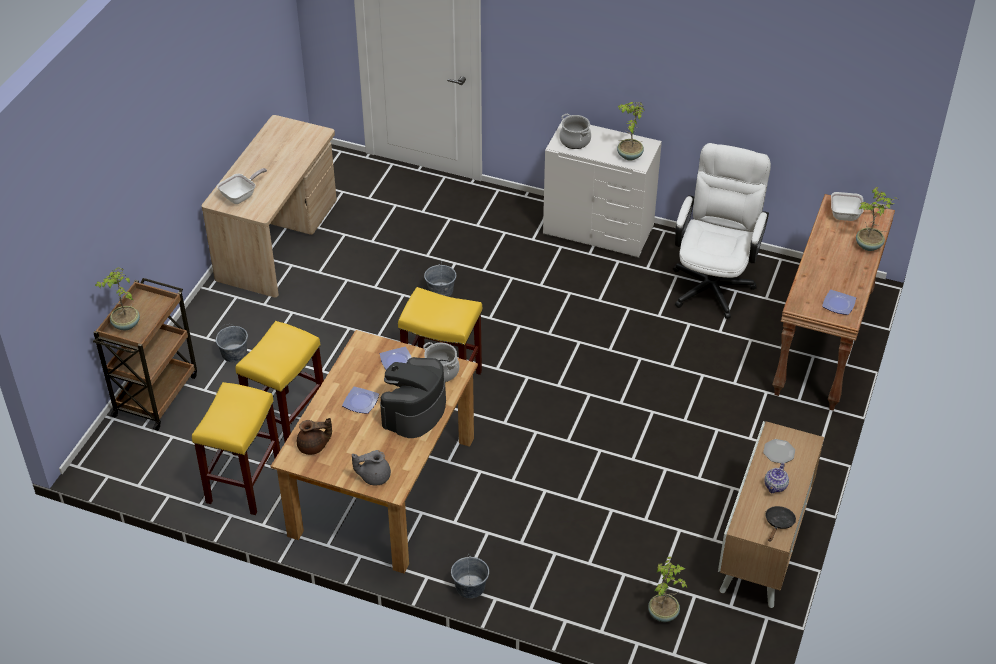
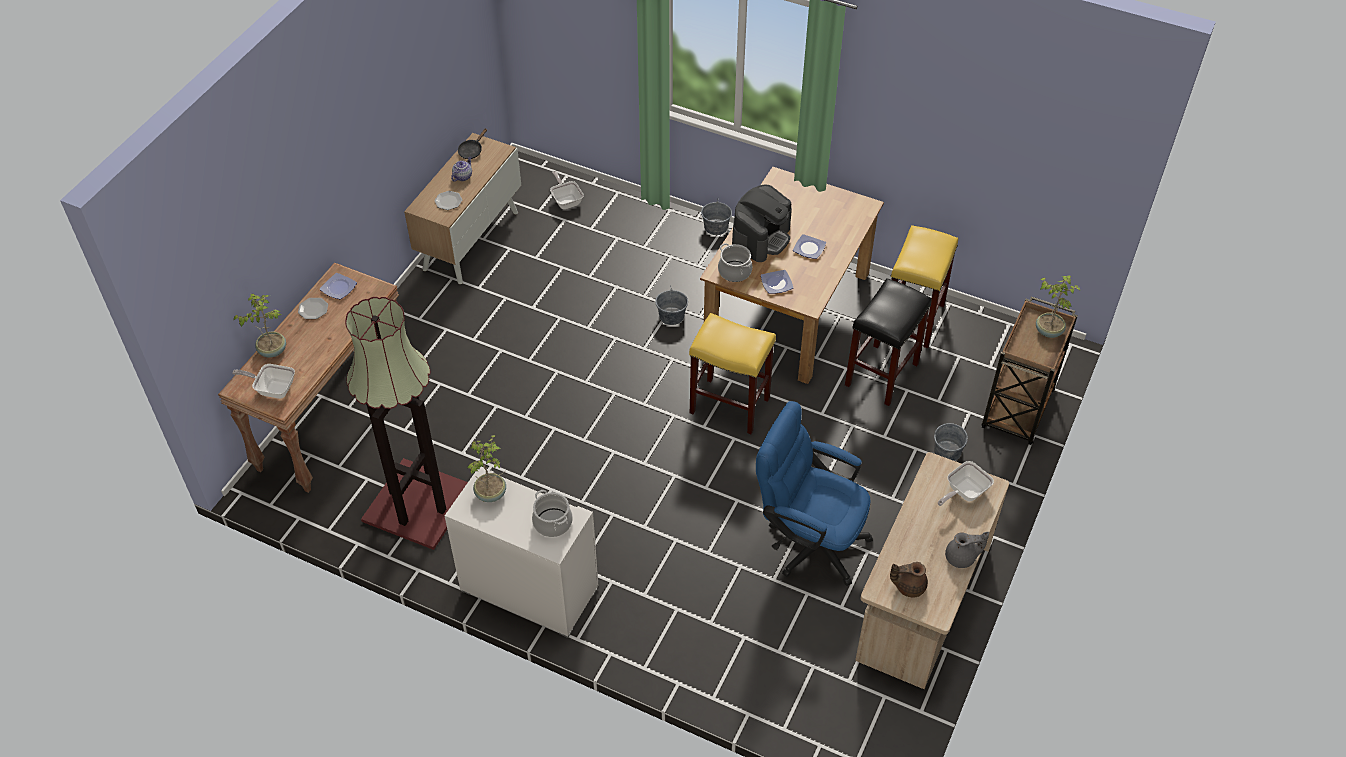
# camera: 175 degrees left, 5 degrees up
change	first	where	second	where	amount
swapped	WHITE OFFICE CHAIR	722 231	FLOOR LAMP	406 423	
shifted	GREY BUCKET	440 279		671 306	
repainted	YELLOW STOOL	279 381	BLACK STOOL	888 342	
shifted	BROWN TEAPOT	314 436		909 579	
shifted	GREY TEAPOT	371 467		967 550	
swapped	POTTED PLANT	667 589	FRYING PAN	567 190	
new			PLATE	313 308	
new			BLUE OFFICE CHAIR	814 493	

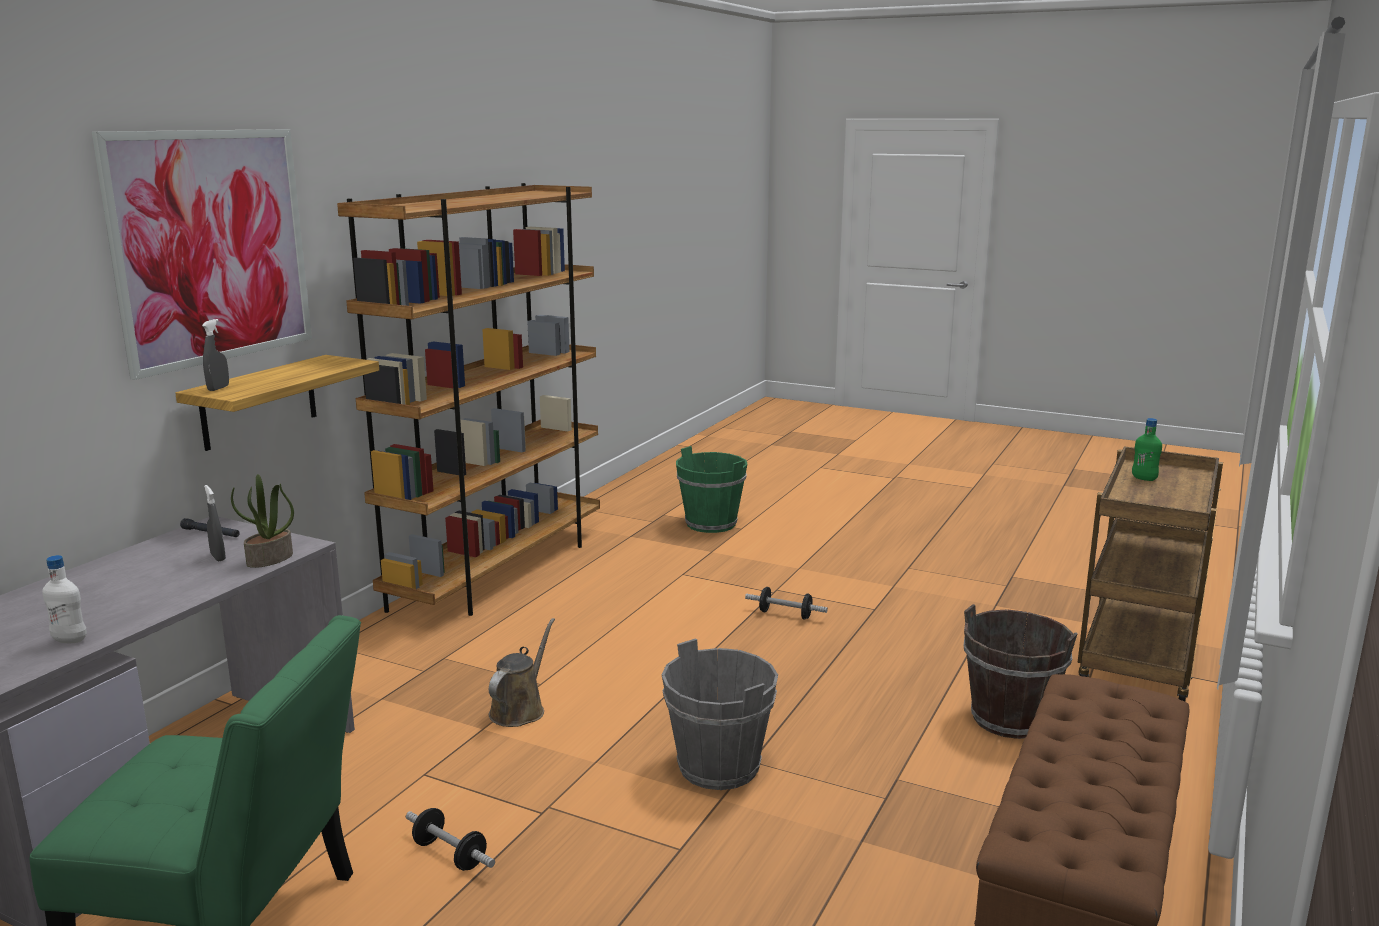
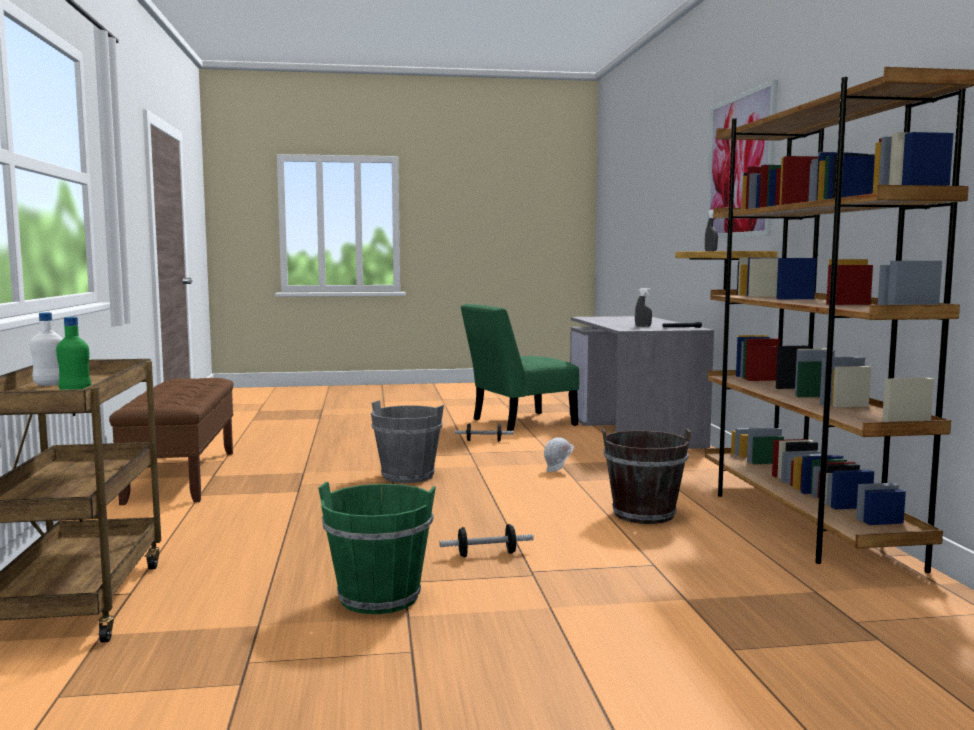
# camera: 145 degrees right, 10 degrees down
change	first	where	second	where	amount
shifted	GREEN BUCKET	711 489		377 548	
gone	POTTED PLANT	262 521			
shifted	WHITE BOTTLE	64 599		46 349	
shifted	BROWN BUCKET	1021 671		646 476	
swapped	BROWN WATERING CAN	522 672	WHITE HARD HAT	559 454	

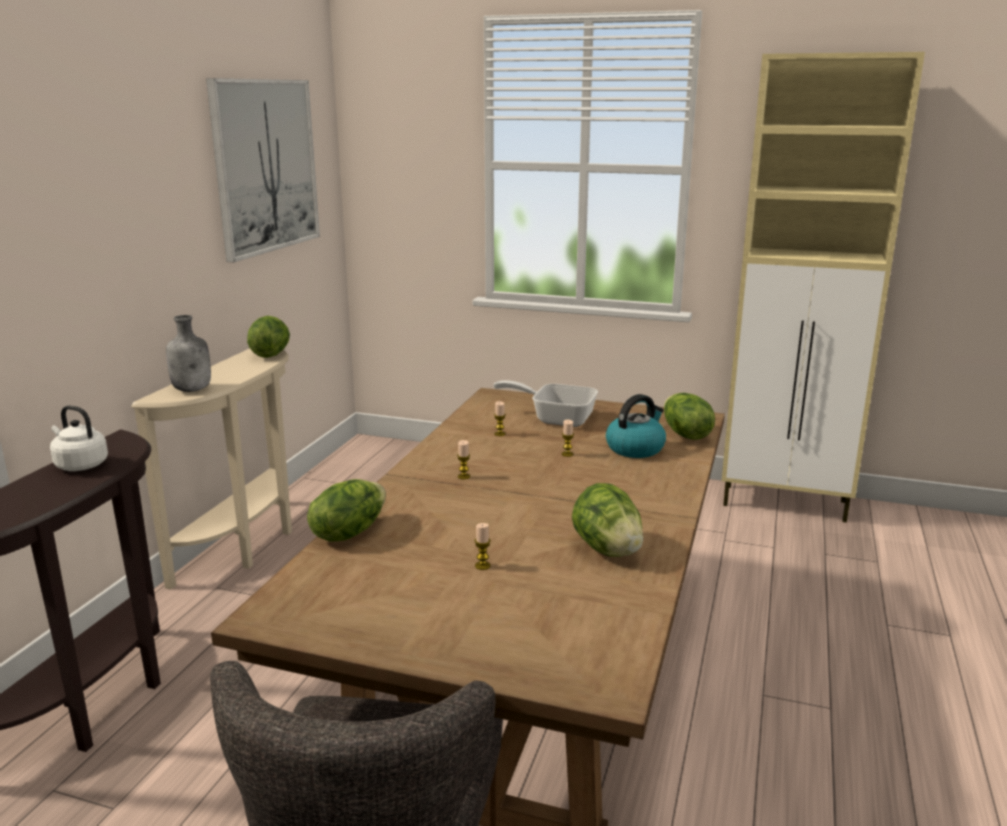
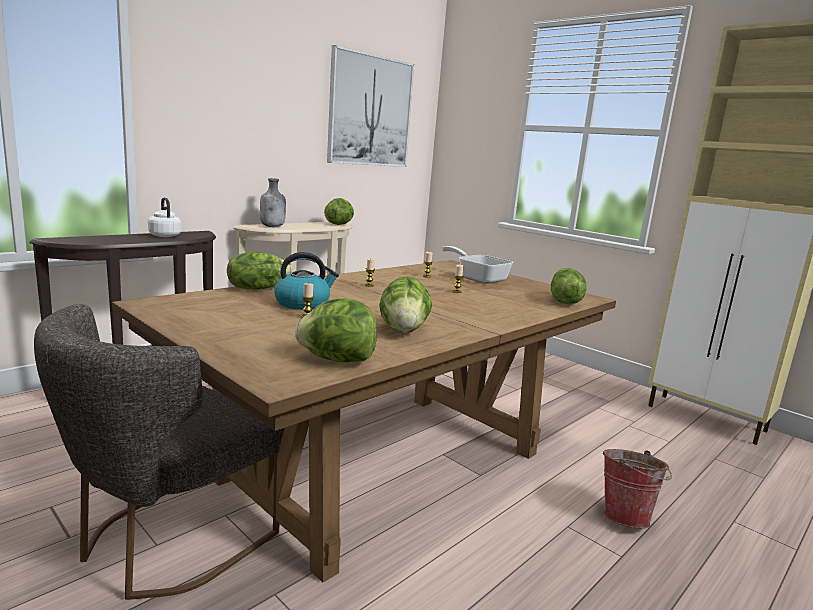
# camera: 25 degrees right, 5 degrees down
change	first	where	second	where	amount
shifted	KETTLE	636 426		306 281	
new			LETTUCE	336 330	
new			BUCKET	637 489	

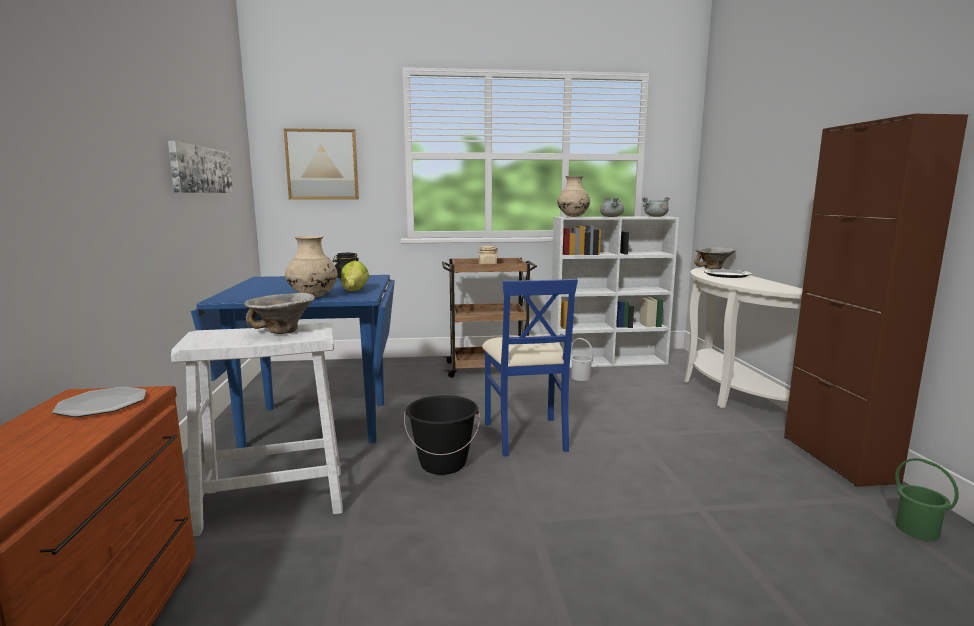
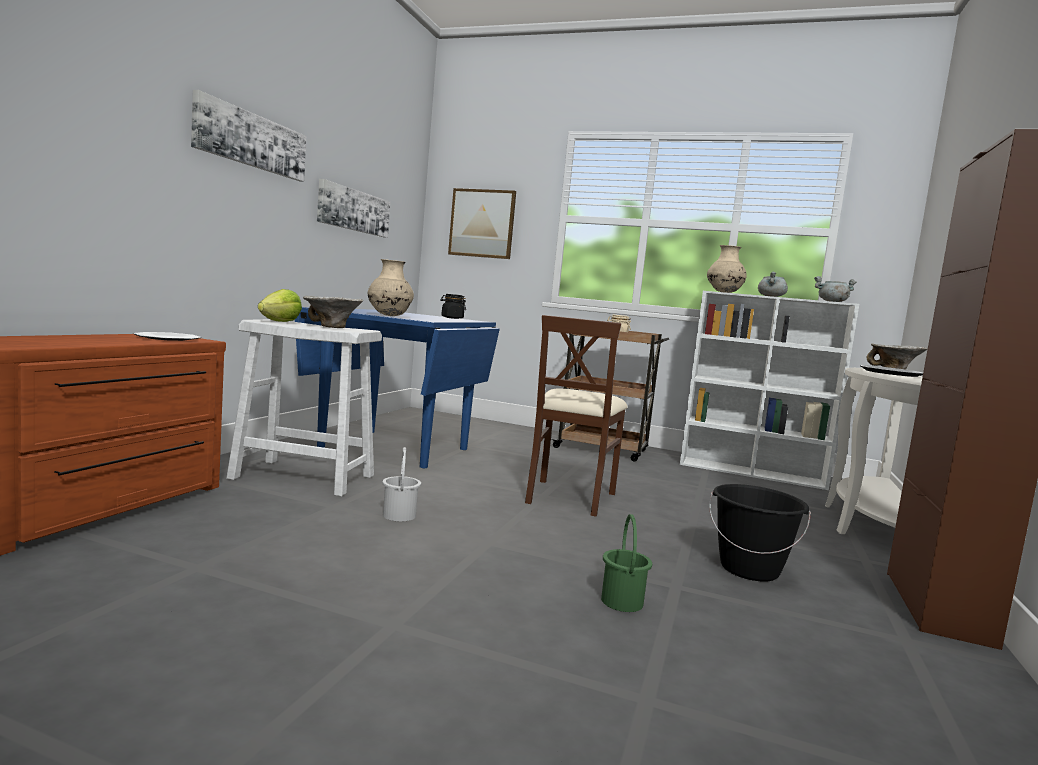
# camera: 25 degrees right, 5 degrees down
change	first	where	second	where	amount
shifted	LETTUCE	355 276		280 305	
repainted	BLUE CHAIR	530 368	BROWN CHAIR	576 416	
shifted	WHITE BUCKET	581 359		401 484	
shifted	BLACK BUCKET	442 435		760 533	
shifted	GREEN BUCKET	927 499		626 563	
new			PICTURE	248 136	

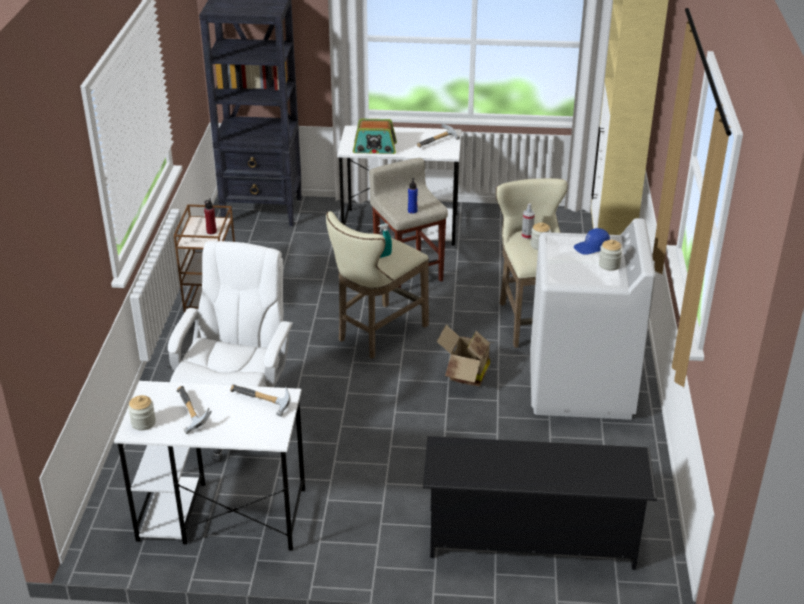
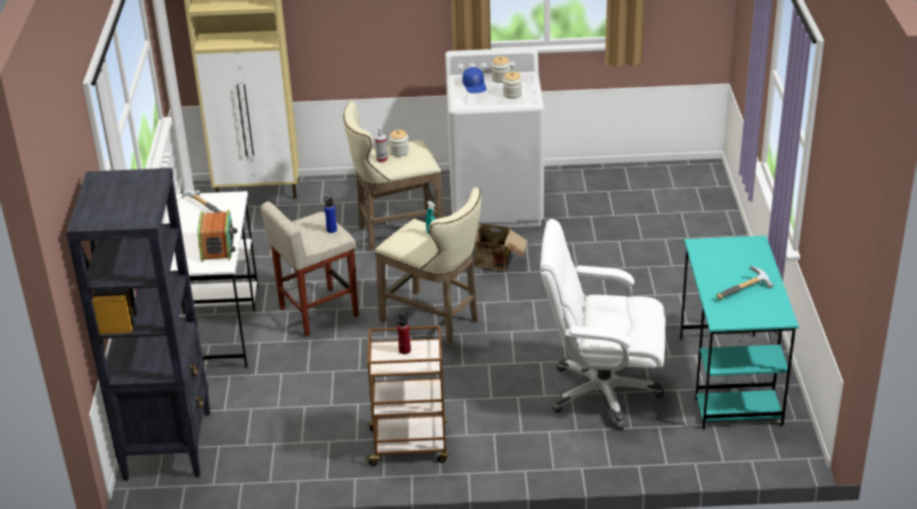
# camera: 95 degrees left, 0 degrees up
change	first	where	second	where	amount
repainted	WHITE DESK	209 466	TURQUOISE DESK	739 333	
gone	HAMMER	260 401			
shifted	JAR	142 413		512 85	
gone	BLACK SHOE RACK	540 503			

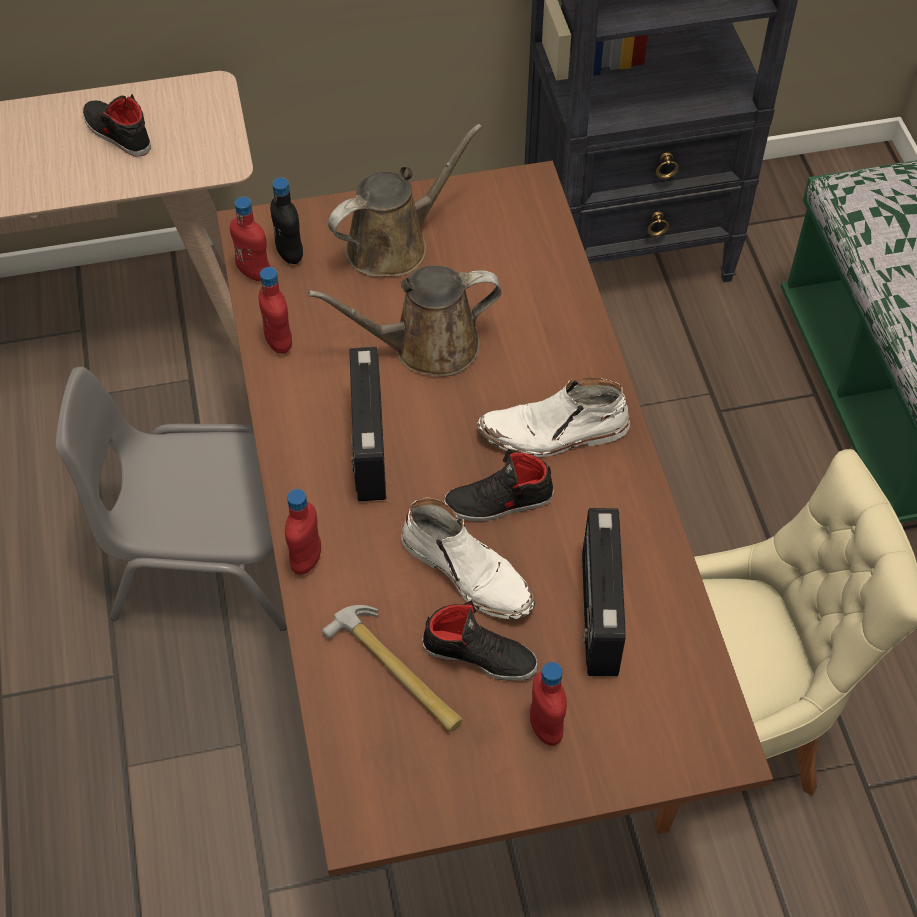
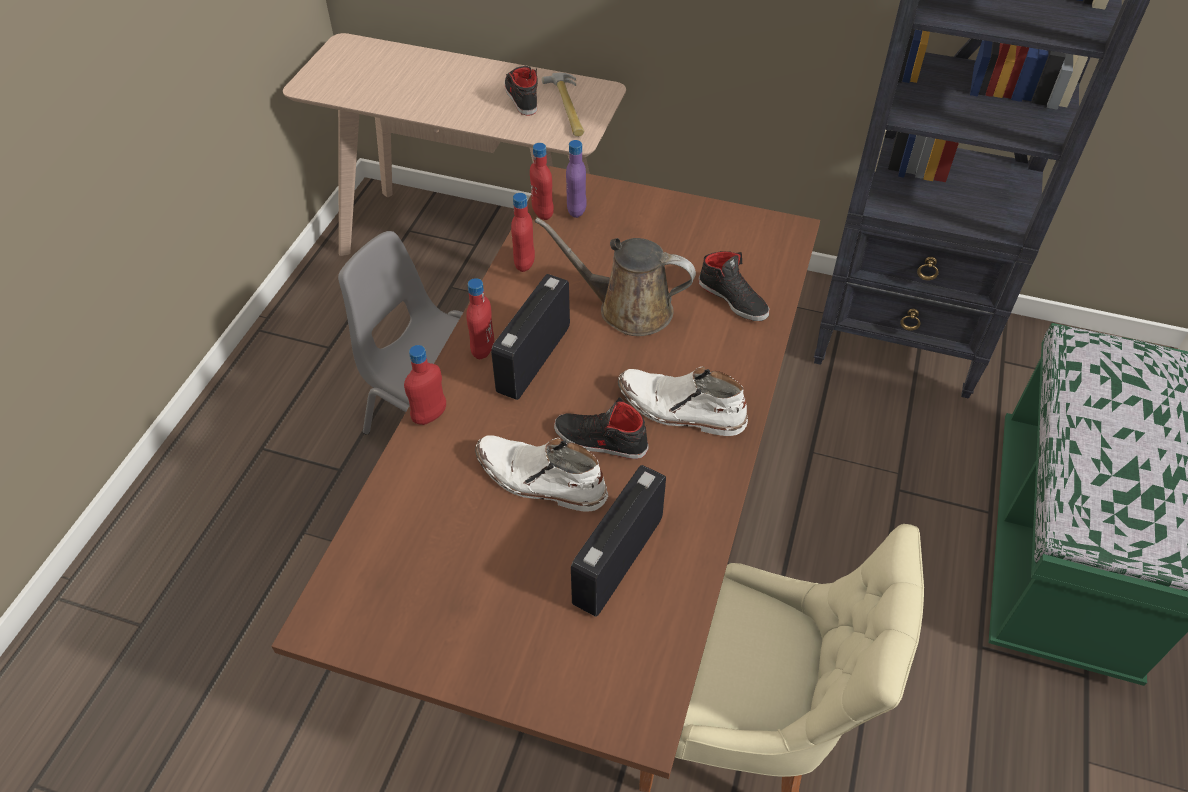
# camera: 30 degrees right, 5 degrees down
change	first	where	second	where	amount
gone	BROWN WATERING CAN	405 200			
repainted	BLACK BOTTLE	286 221	PURPLE BOTTLE	576 179	
rotated	WHITE BOOT	468 558		541 473	135 degrees clockwise
shifted	BLACK SHOE	480 641		734 286	
shifted	HAMMER	392 668		563 105	
shifted	RED BOTTLE	548 704		480 318	

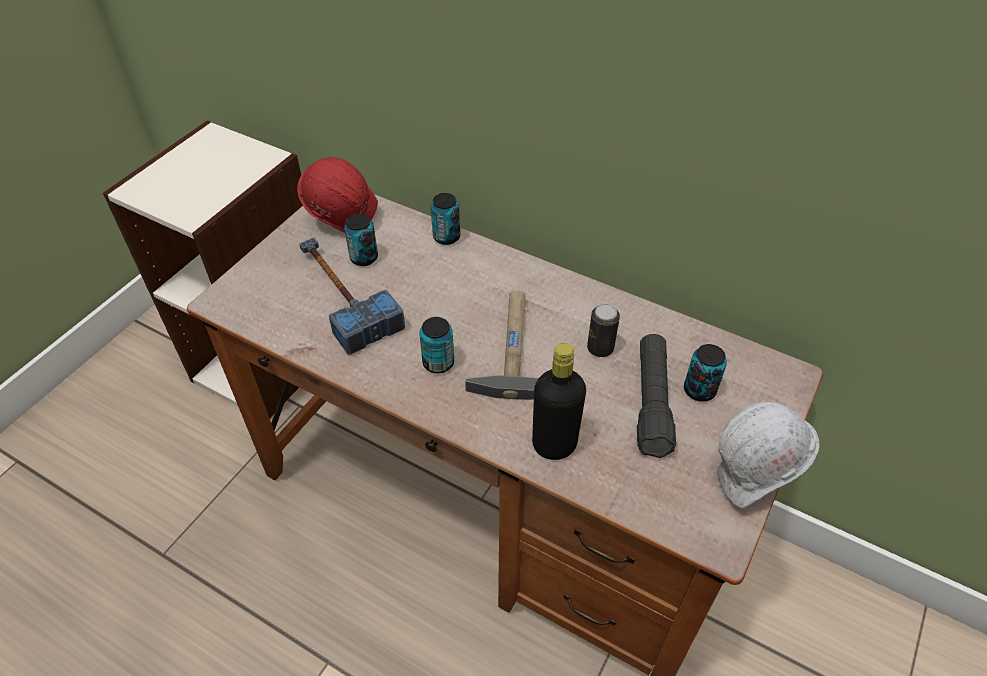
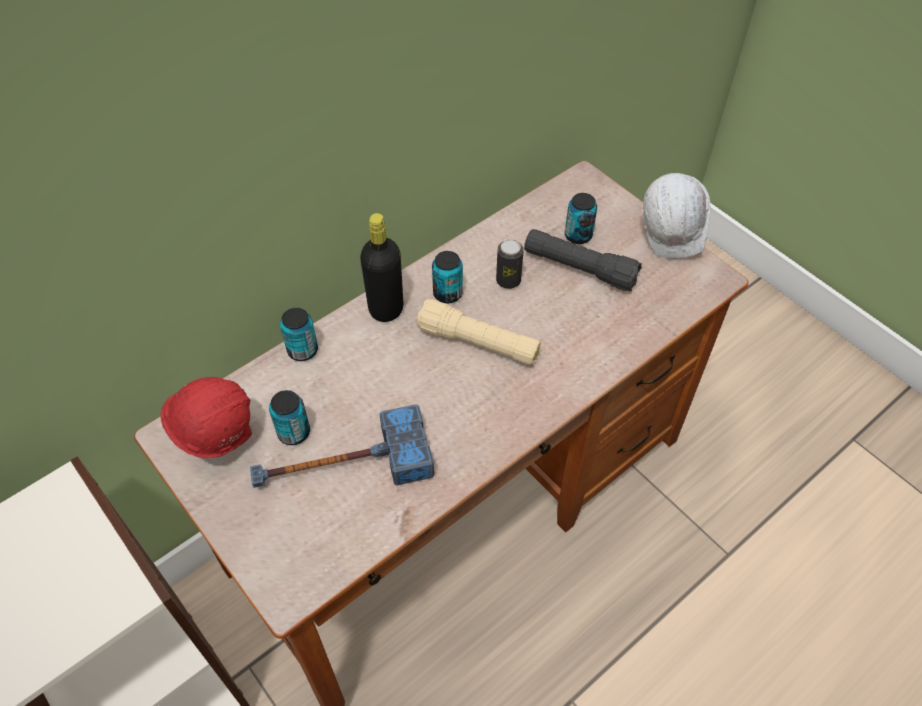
# camera: 70 degrees left, 5 degrees up
change	first	where	second	where	amount
swapped	HAMMER	502 345	BEIGE FLASHLIGHT	478 332	
shifted	CAN	436 345		447 277	
shifted	BLACK BOTTLE	559 401		382 267	

